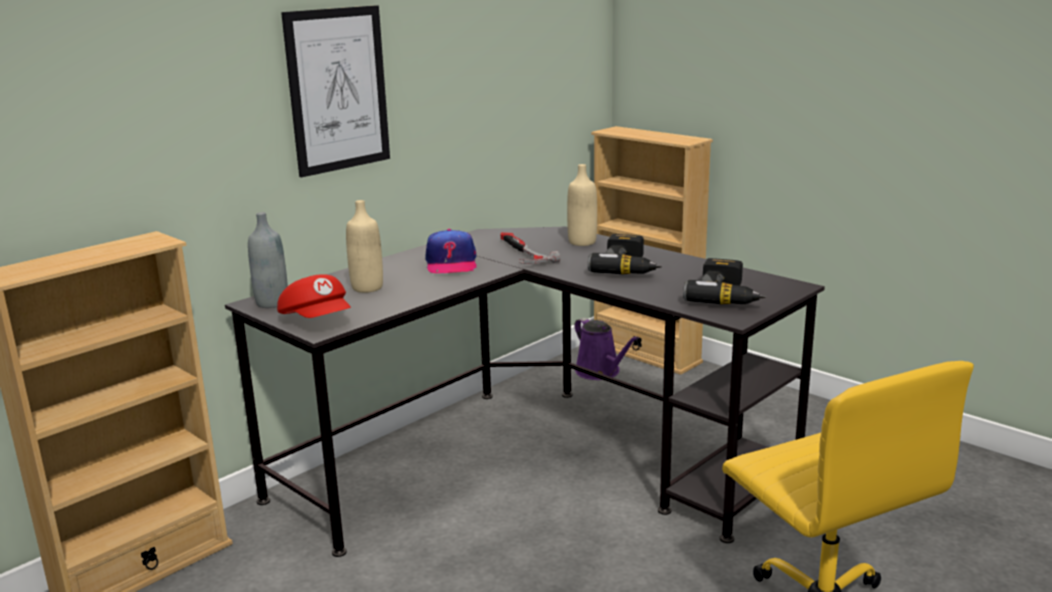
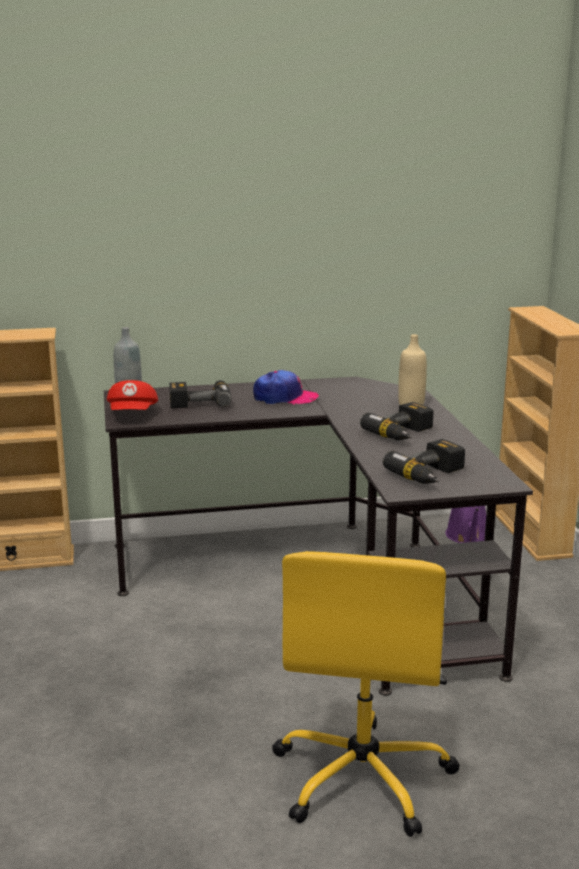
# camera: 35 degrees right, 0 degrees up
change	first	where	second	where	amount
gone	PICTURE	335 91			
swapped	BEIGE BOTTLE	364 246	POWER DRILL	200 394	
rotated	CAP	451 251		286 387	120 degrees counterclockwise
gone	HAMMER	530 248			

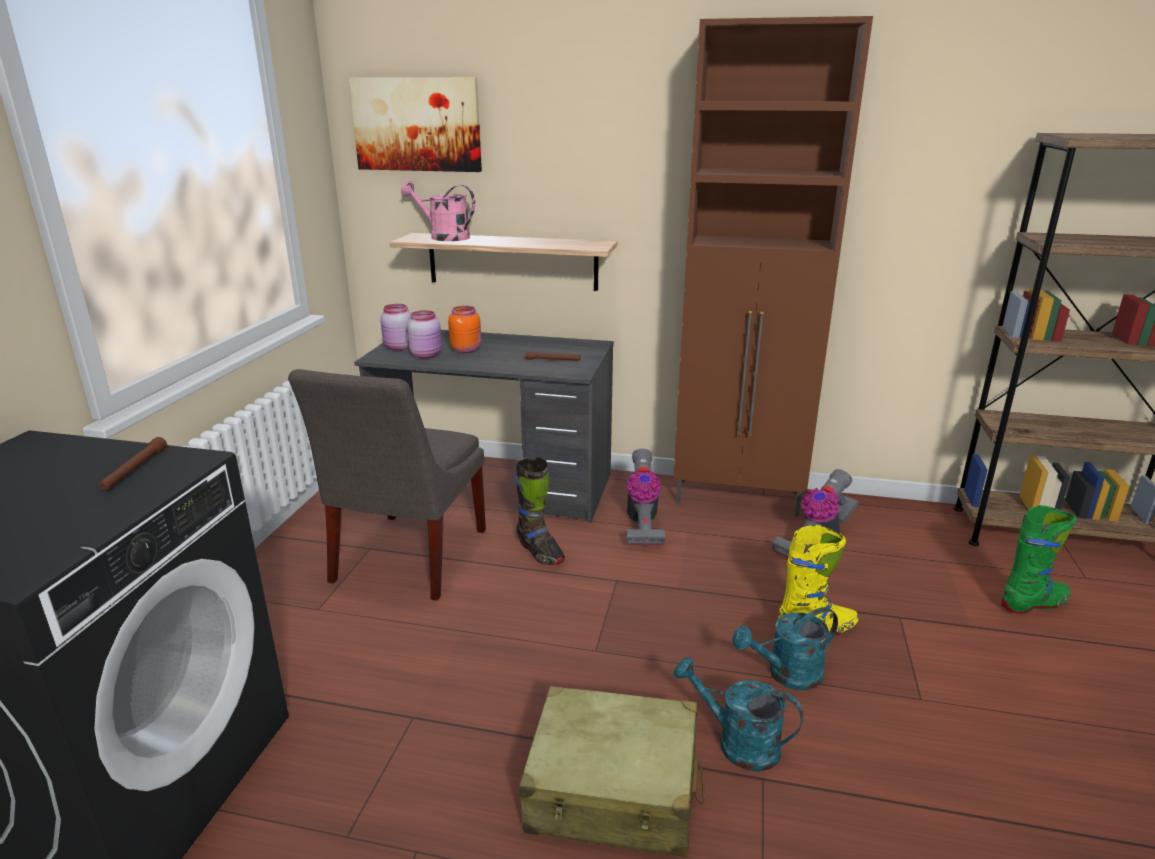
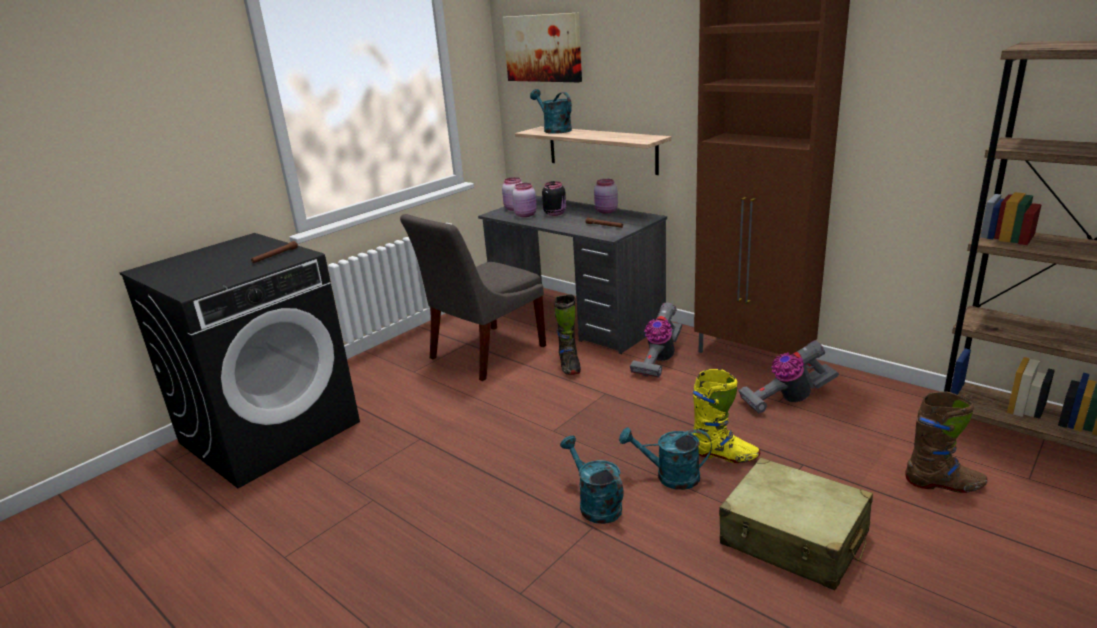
# camera: 30 degrees right, 0 degrees up
change	first	where	second	where	amount
repainted	PINK WATERING CAN	438 211	TURQUOISE WATERING CAN	551 111	
repainted	ORANGE JAR	464 329	BLACK JAR	554 198	
repainted	GREEN BOOT	1038 559	BROWN BOOT	946 442	
shifted	BEIGE SUITCASE	612 771		796 523	
new			PINK JAR	606 196	

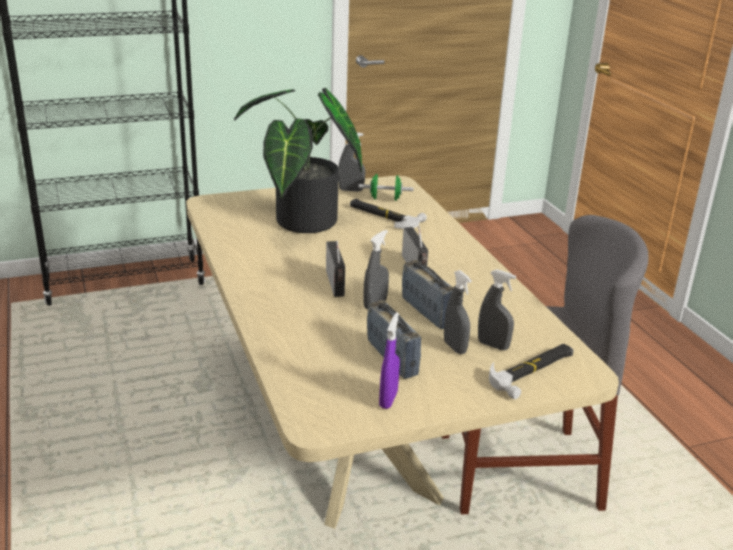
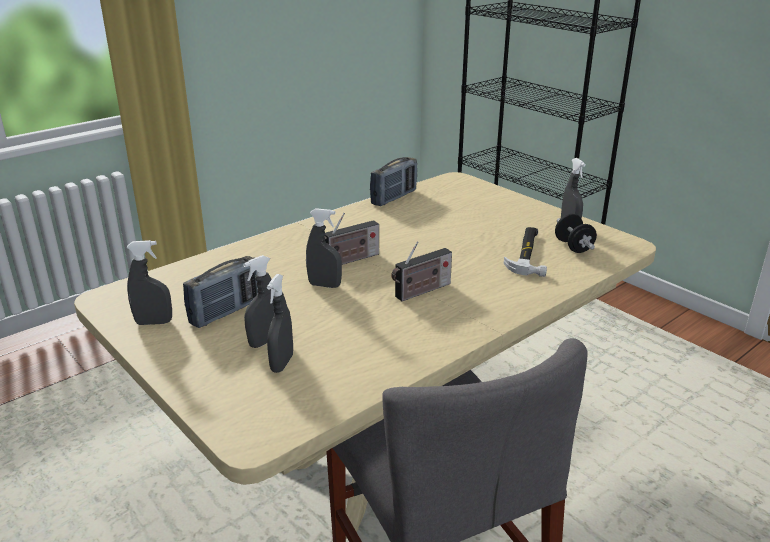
# camera: 70 degrees right, 0 degrees up
change	first	where	second	where	amount
gone	POTTED PLANT	298 160			
repainted	GREEN DUMBBELL	386 187	BLACK DUMBBELL	576 233	
shifted	RADIO	428 294		393 181	
repainted	PURPLE SPRAY BOTTLE	389 360	GREY SPRAY BOTTLE	149 282	
gone	HAMMER	531 371			

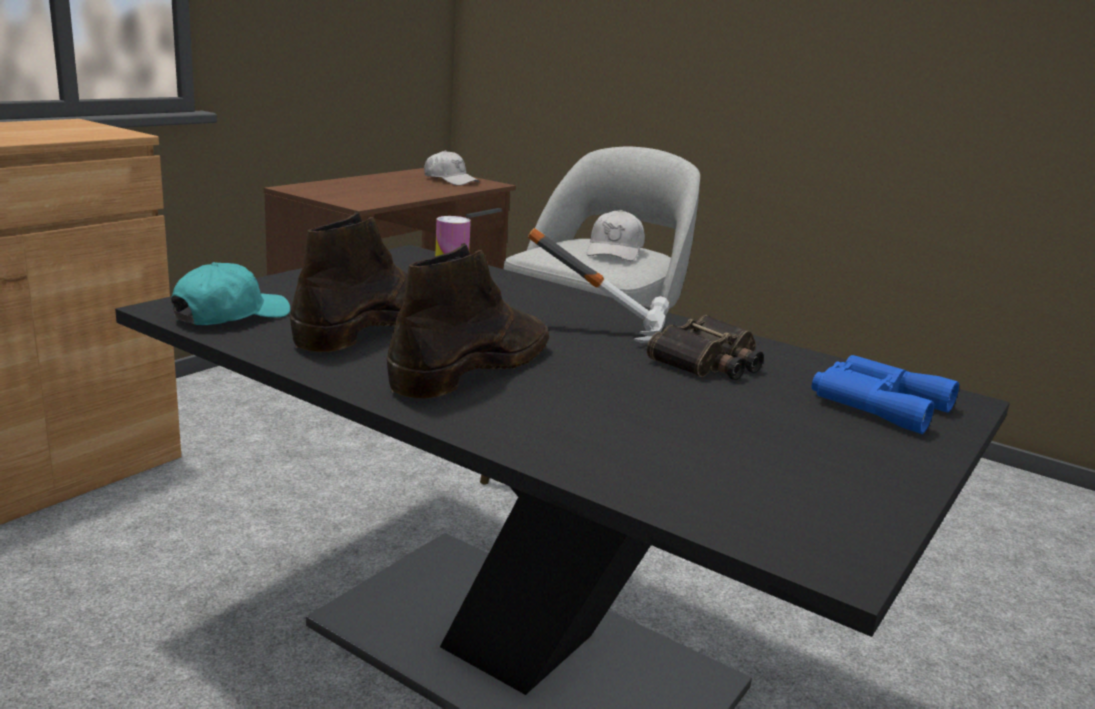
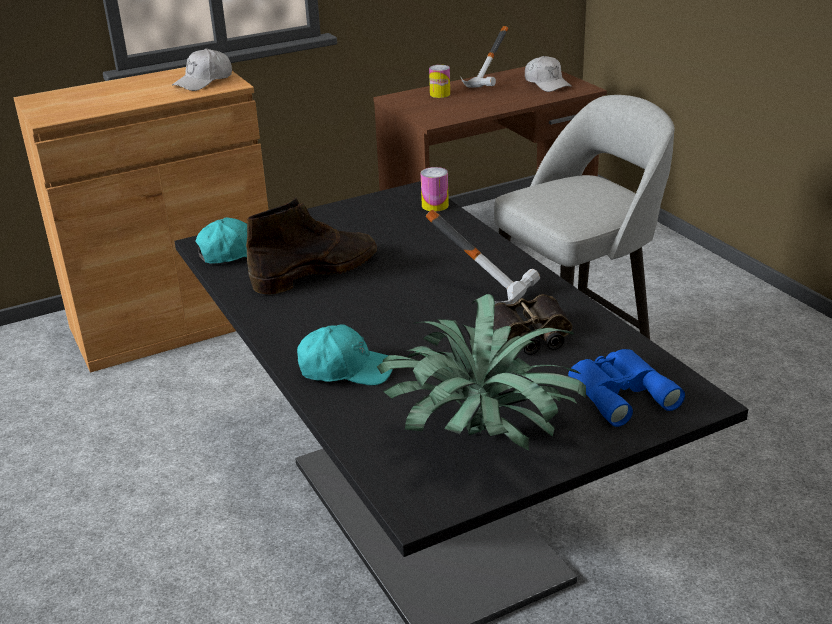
# camera: 30 degrees right, 10 degrees up
change	first	where	second	where	amount
shifted	WHITE CAP	616 235		202 69	
gone	BROWN BOOT	468 320			
new			HAMMER	484 57	
new			CAN	439 81	
new			POTTED PLANT	481 372	
new			TURQUOISE CAP	345 355	

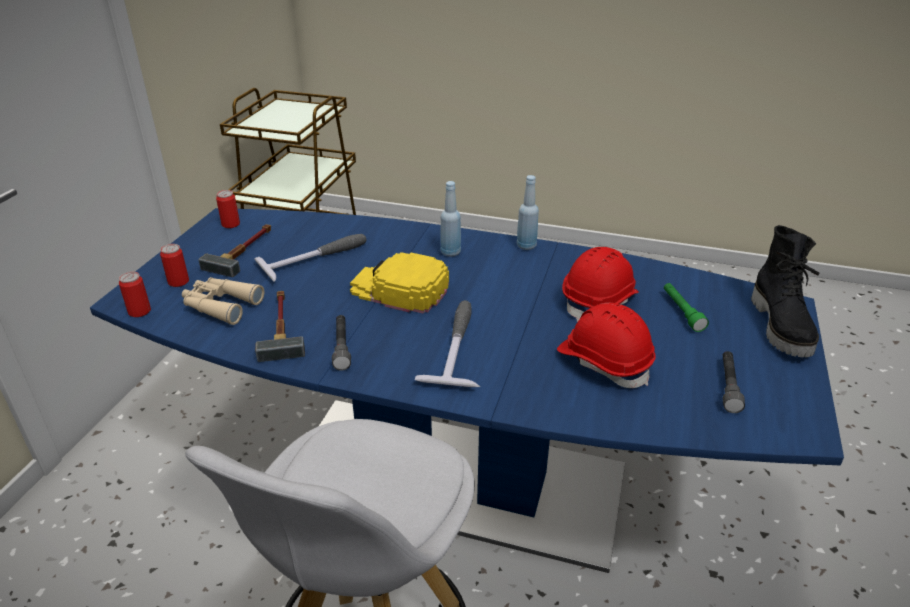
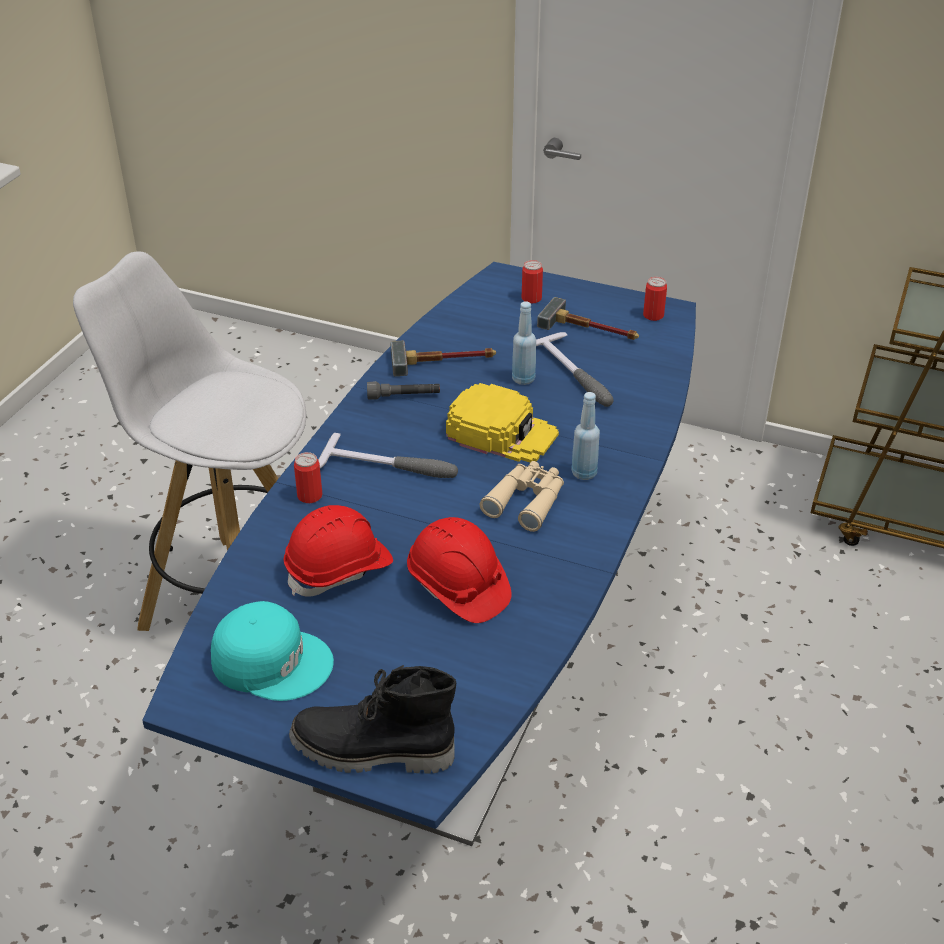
# camera: 95 degrees right, 5 degrees up
change	first	where	second	where	amount
shifted	BLUE BOTTLE	528 212		524 343	
rotated	YELLOW CAP	399 283		502 423	90 degrees clockwise
shifted	CAN	135 294		308 477	
shifted	BEIGE BINOCULARS	223 301		522 496	
gone	GREEN FLASHLIGHT	686 307			
swapped	GREY FLASHLIGHT	733 382	TURQUOISE CAP	272 651	

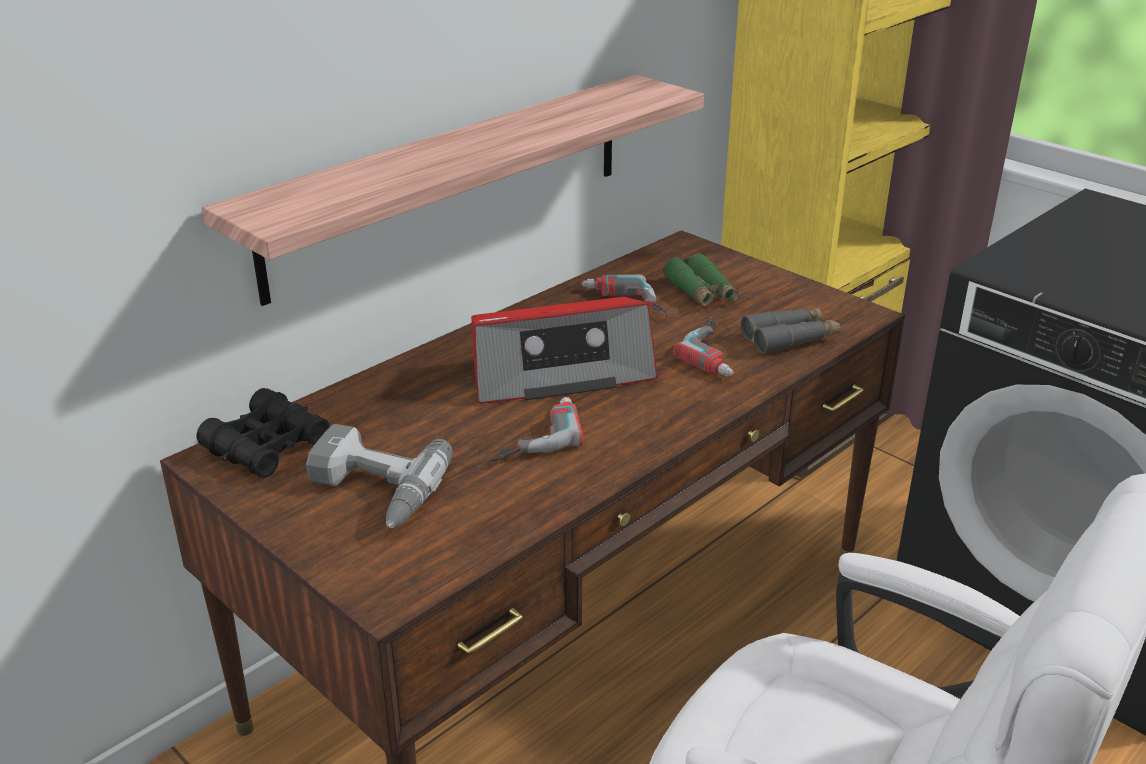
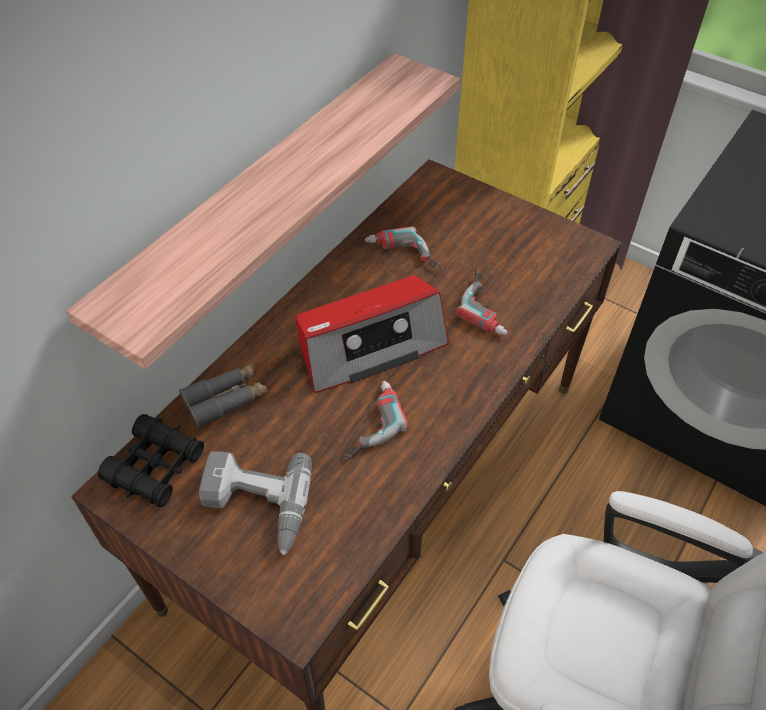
# camera: 10 degrees left, 20 degrees up
change	first	where	second	where	amount
gone	GREEN BINOCULARS	701 280			
shifted	GREY BINOCULARS	790 330		223 396	

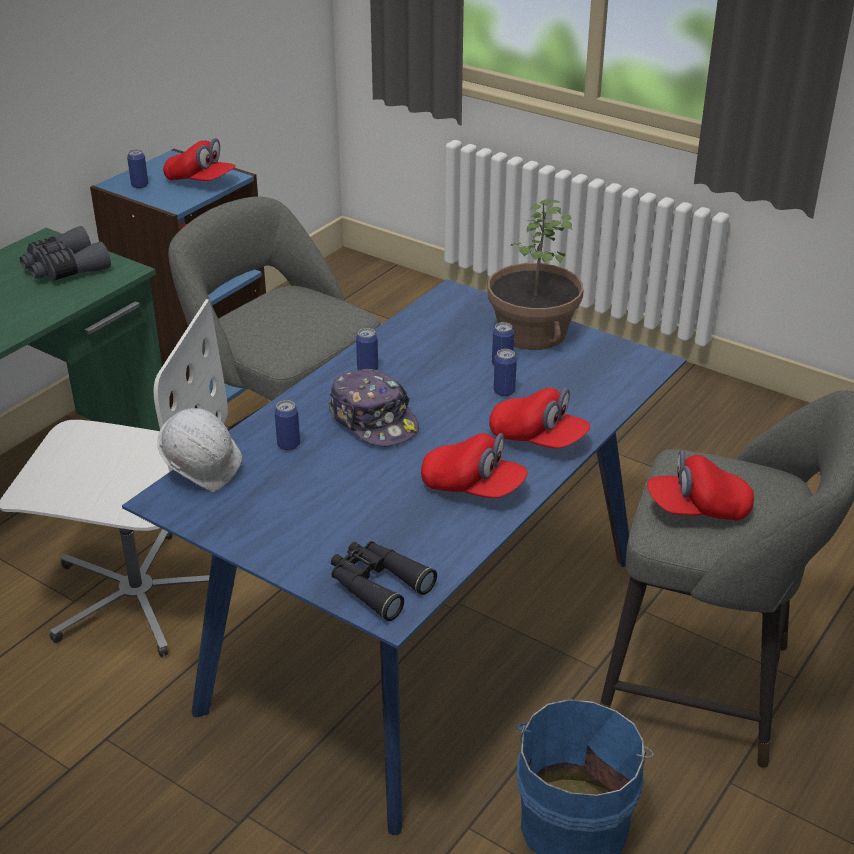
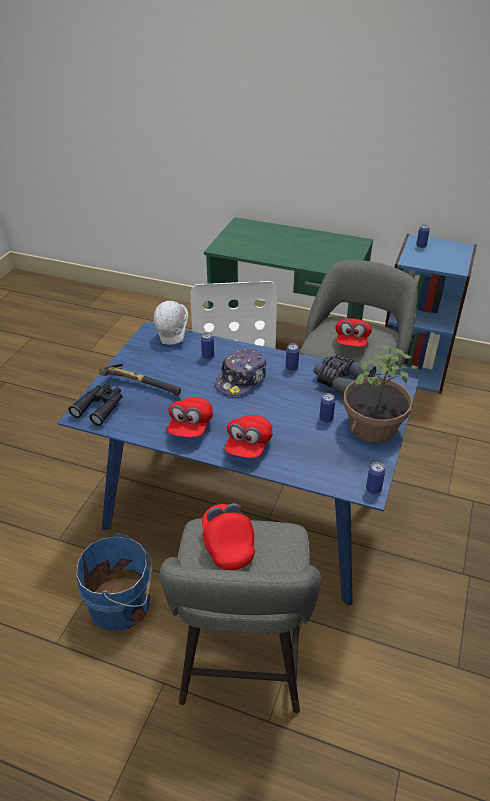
# camera: 75 degrees right, 5 degrees up
change	first	where	second	where	amount
shifted	RED CAP	199 159		353 333	
shifted	GREY BINOCULARS	65 253		345 375	
shifted	CAN	505 373		375 478	
new			HAMMER	140 379	

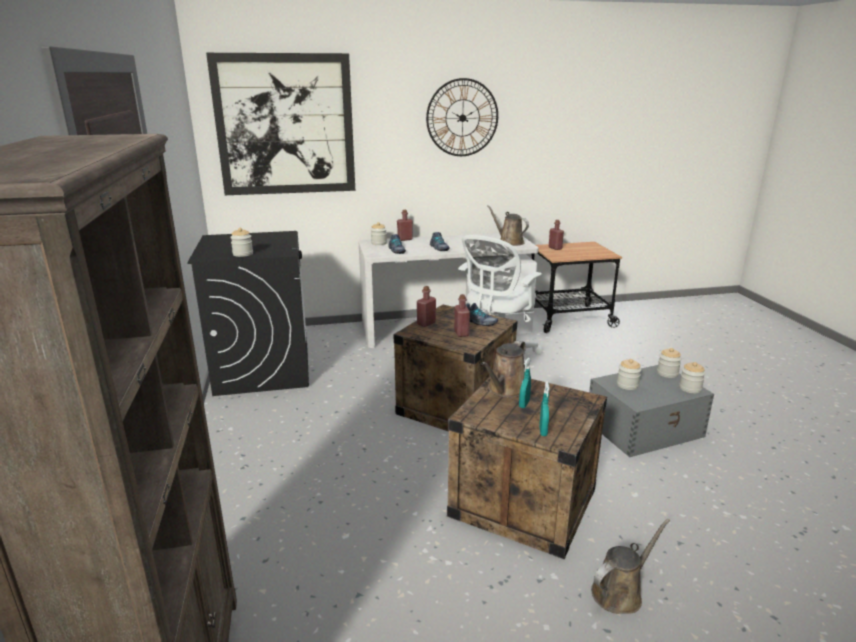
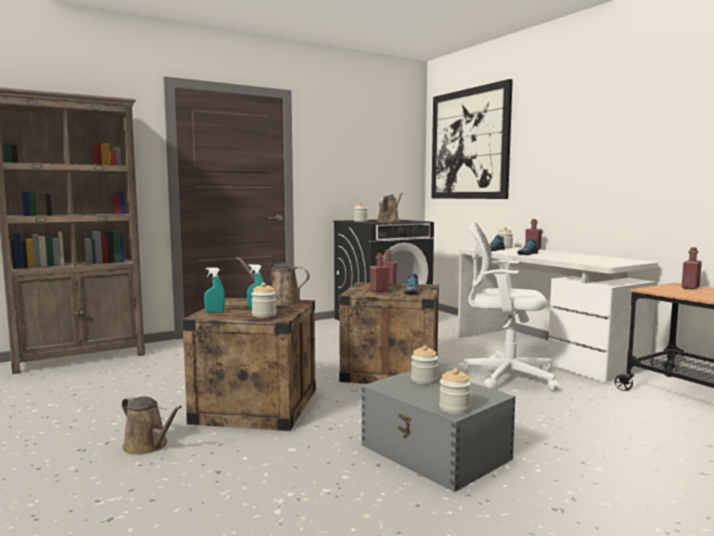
# camera: 70 degrees right, 15 degrees down
change	first	where	second	where	amount
gone	WALL CLOCK	462 117			
shifted	BROWN WATERING CAN	508 225		390 207	
shifted	JAR	669 363		264 300	

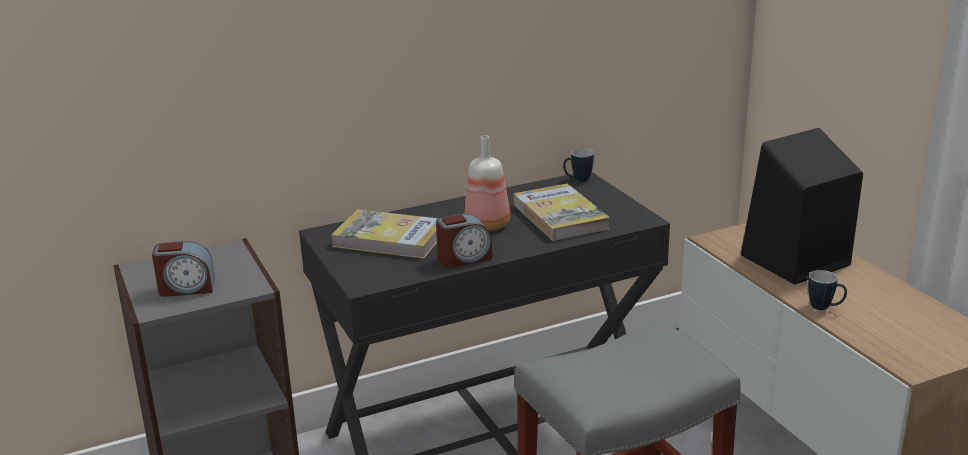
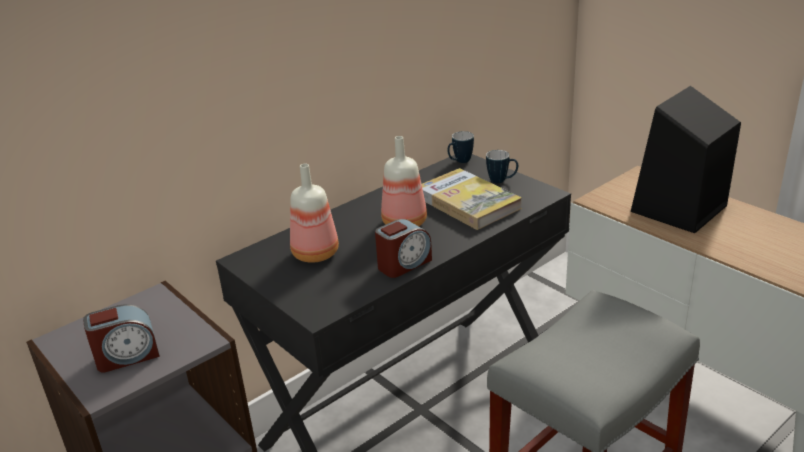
# camera: 15 degrees left, 5 degrees up
change	first	where	second	where	amount
swapped	BOOK	384 234	BOTTLE	314 213	
shifted	MUG	827 290		502 166	

